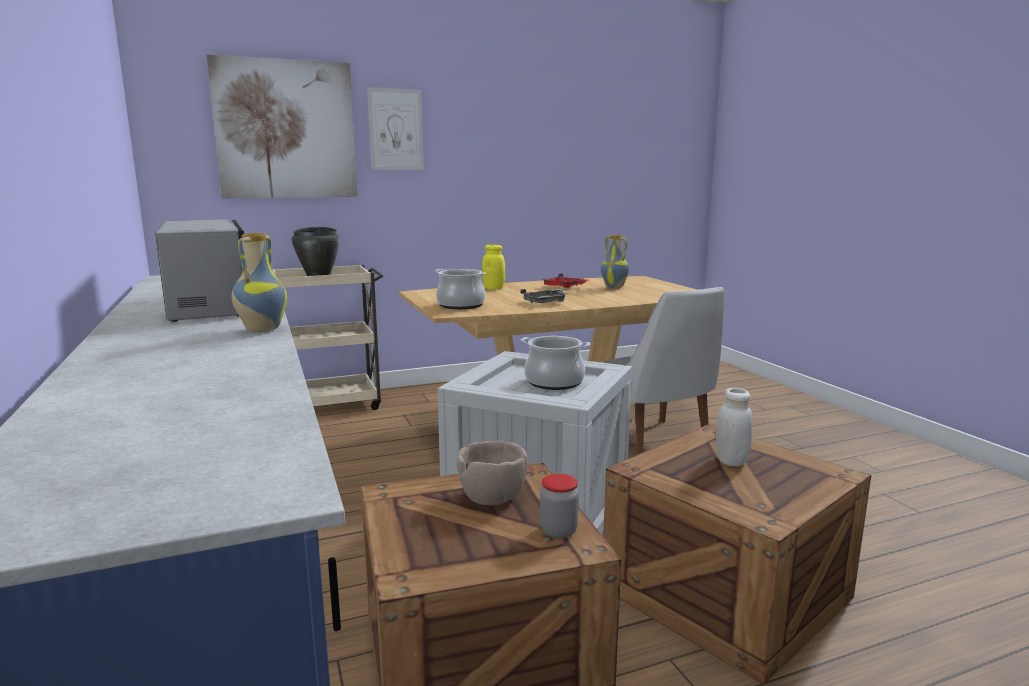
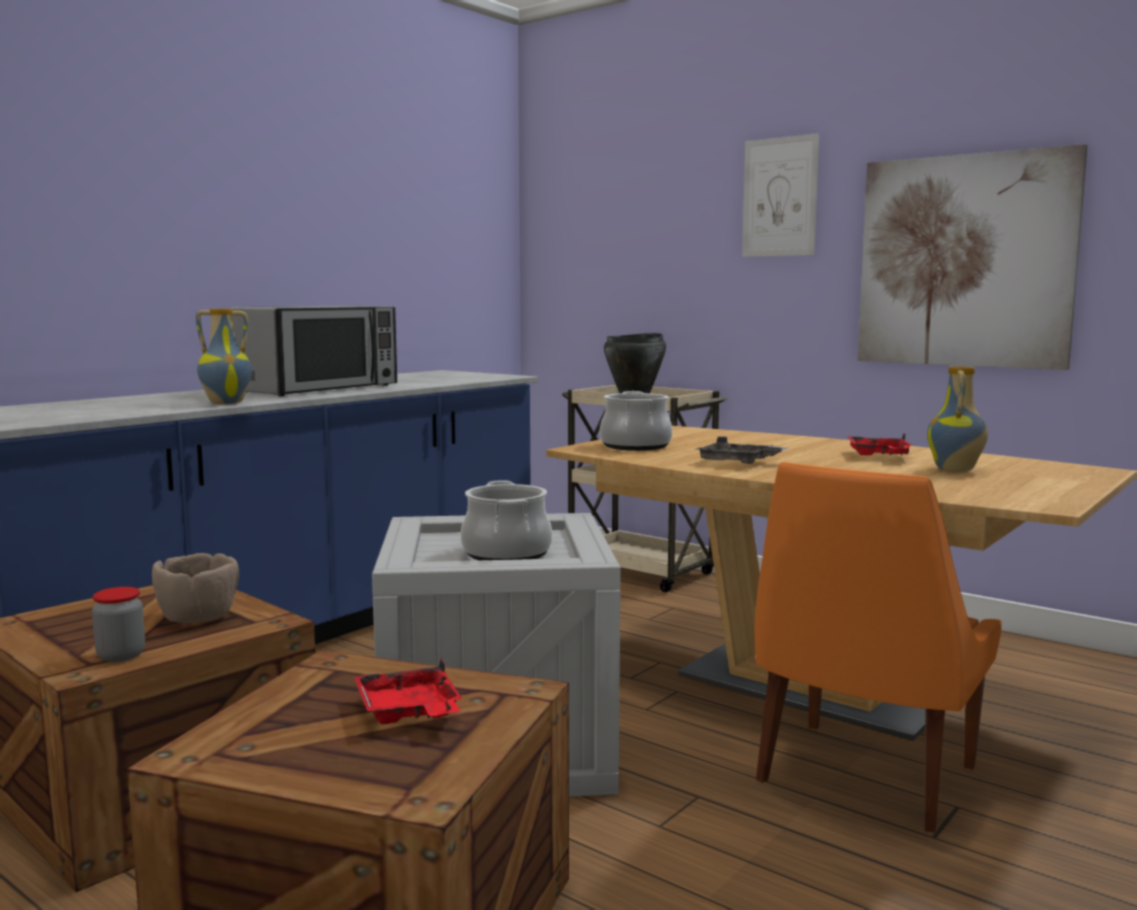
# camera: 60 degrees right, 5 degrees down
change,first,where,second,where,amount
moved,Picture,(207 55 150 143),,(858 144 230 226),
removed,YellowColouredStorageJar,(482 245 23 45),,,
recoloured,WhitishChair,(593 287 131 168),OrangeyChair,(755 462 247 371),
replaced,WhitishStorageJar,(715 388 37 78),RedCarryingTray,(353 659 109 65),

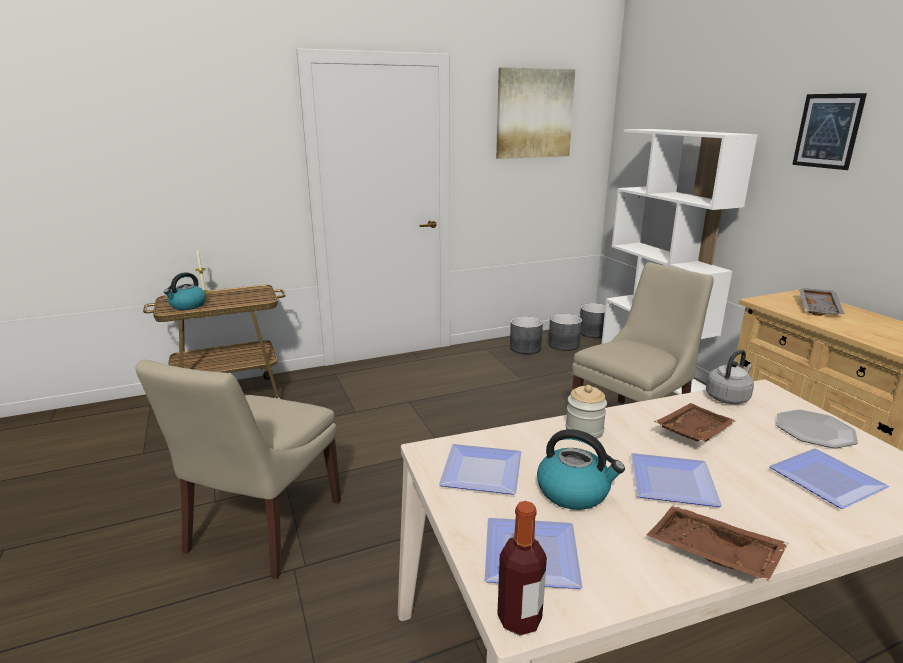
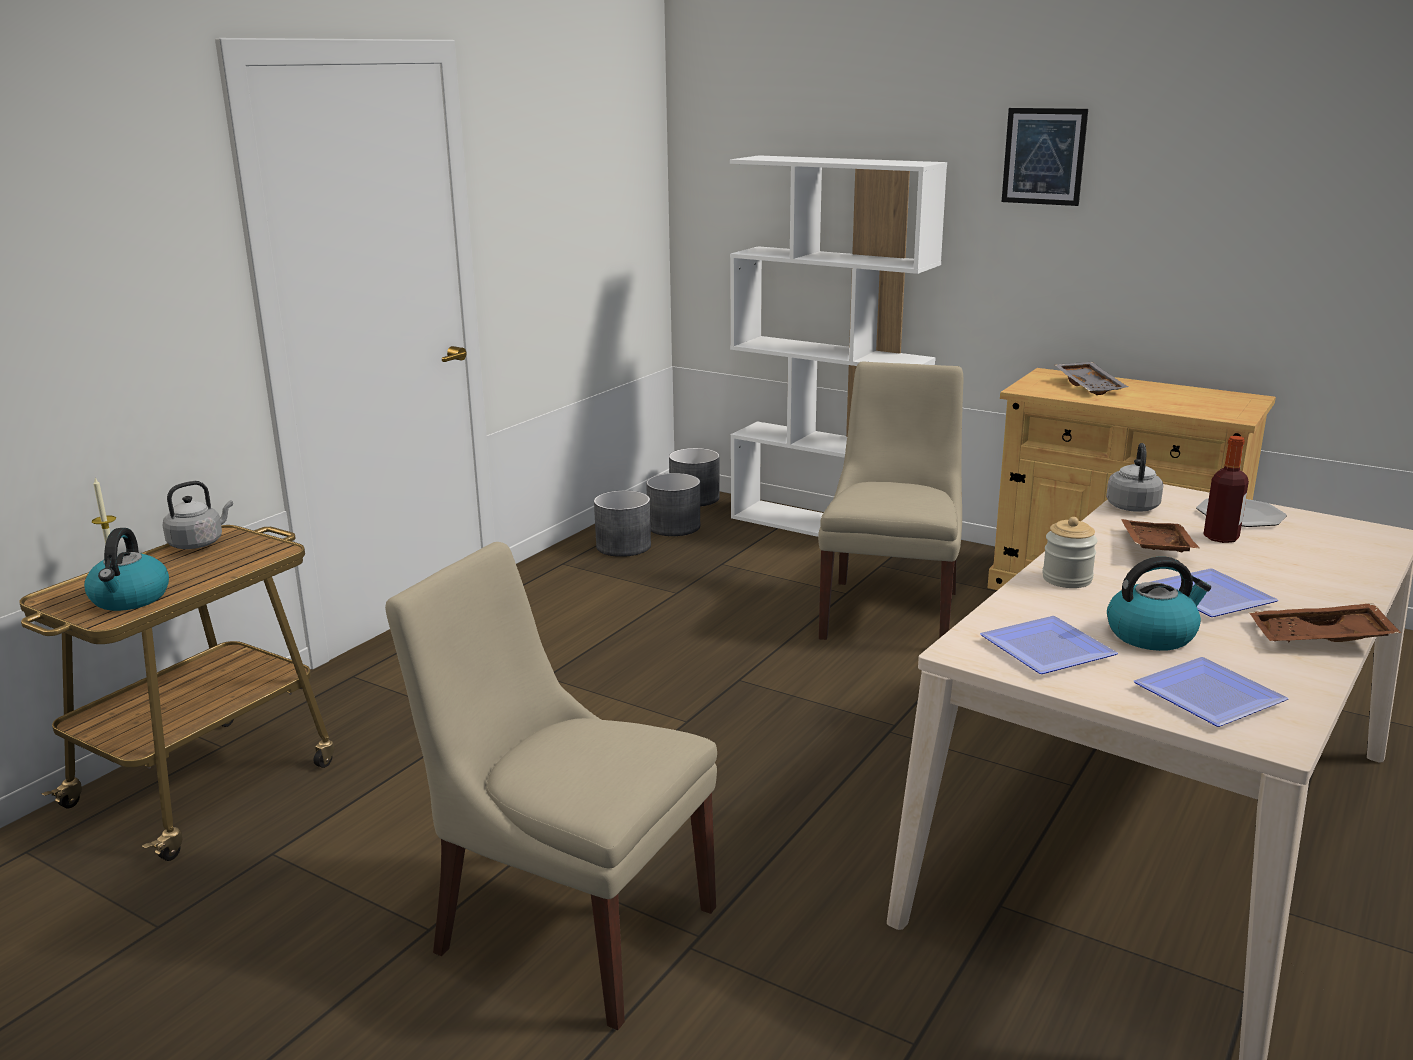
# camera: 35 degrees left, 0 degrees up
change,first,where,second,where,amount
removed,Picture,(496 67 79 92),,,
turned,SandColouredChair,(135 360 206 219),,(385 542 332 488),135 degrees clockwise
removed,Plate,(769 448 120 61),,,
moved,BeverageBottle,(497 501 50 134),,(1203 436 46 107),
added,,,GreyishTeaKettle,(163 481 70 68),

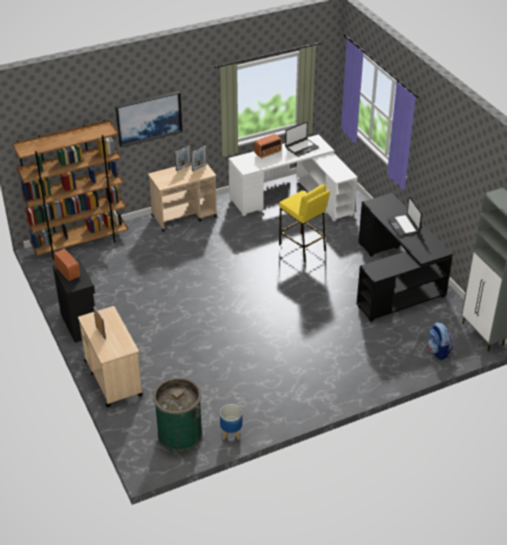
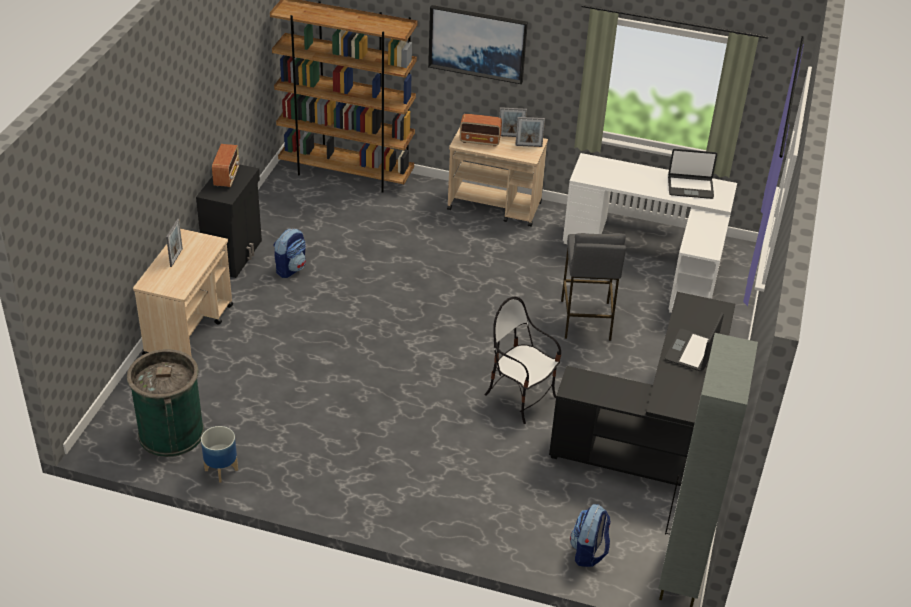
# camera: 40 degrees right, 0 degrees up
change,first,where,second,where,amount
moved,RadioReceiver,(255 134 27 24),,(460 114 42 32),
recoloured,YellowColouredStool,(279 184 51 79),GreyishStool,(561 233 65 108),
added,,,Rucksack,(273 229 33 49),
added,,,Chair,(484 297 77 127),

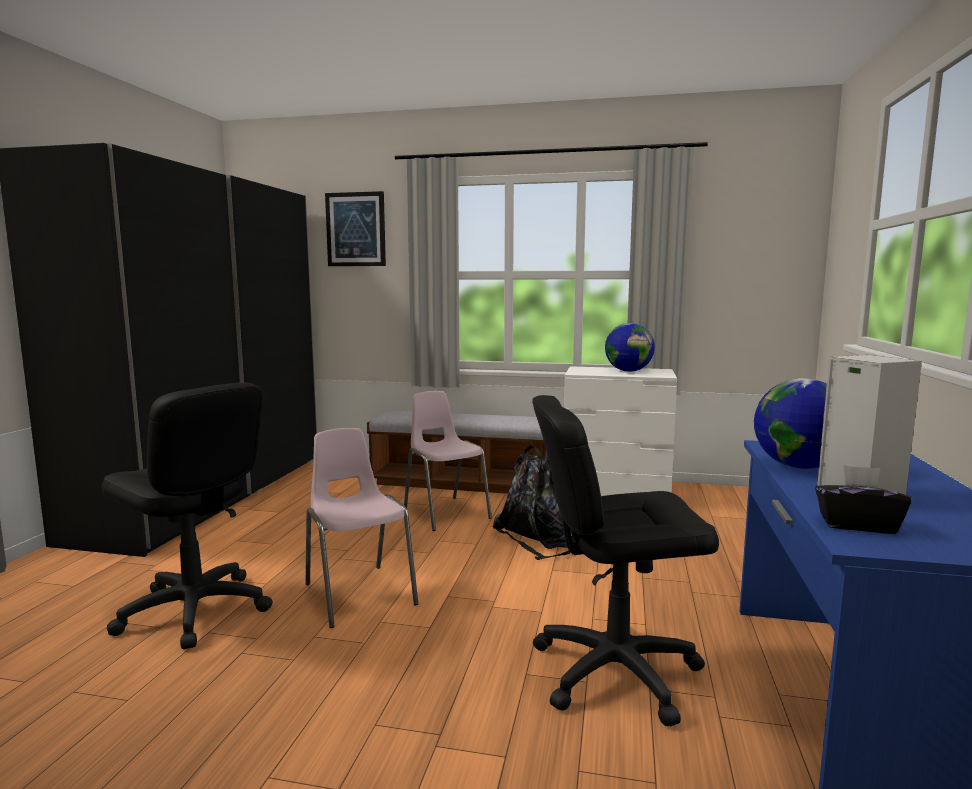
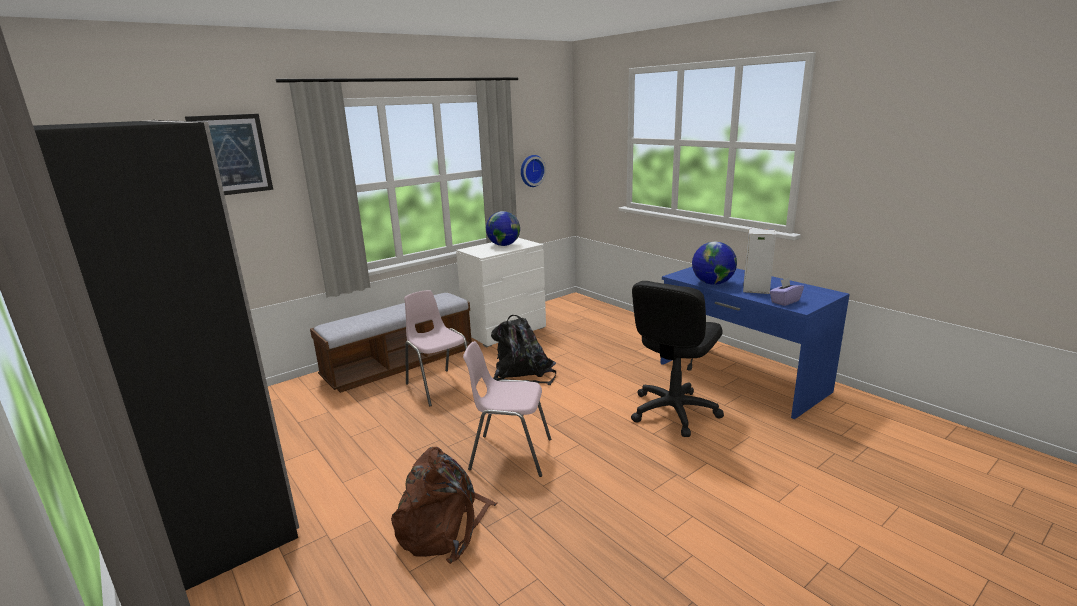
# camera: 50 degrees left, 10 degrees up
change,first,where,second,where,amount
replaced,BlackishComputerChair,(102 382 171 267),BrownRucksack,(391 447 107 117),
turned,PinkishChair,(404 391 88 140),,(404 290 64 117),45 degrees clockwise
recoloured,BlackishBoxOfTissues,(815 465 97 69),PurpleBoxOfTissues,(769 278 35 28),
added,,,ClockOnTheWall,(521 155 25 32),

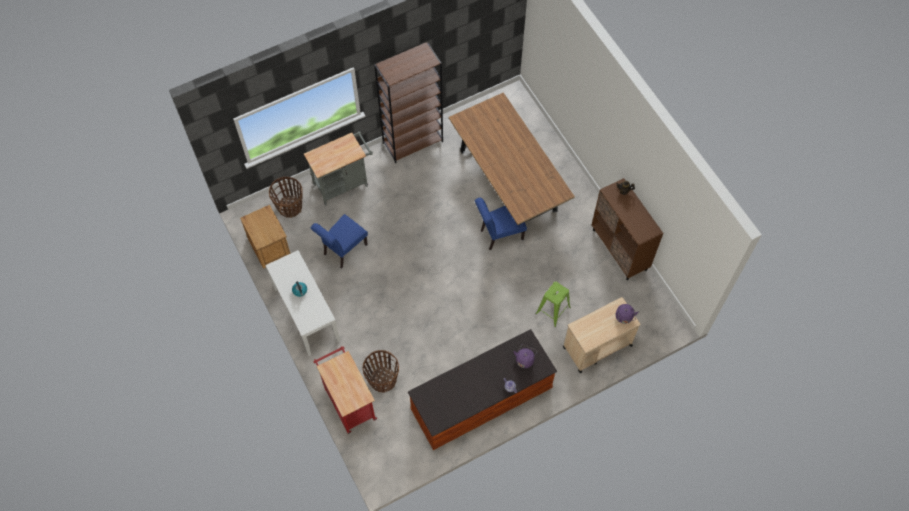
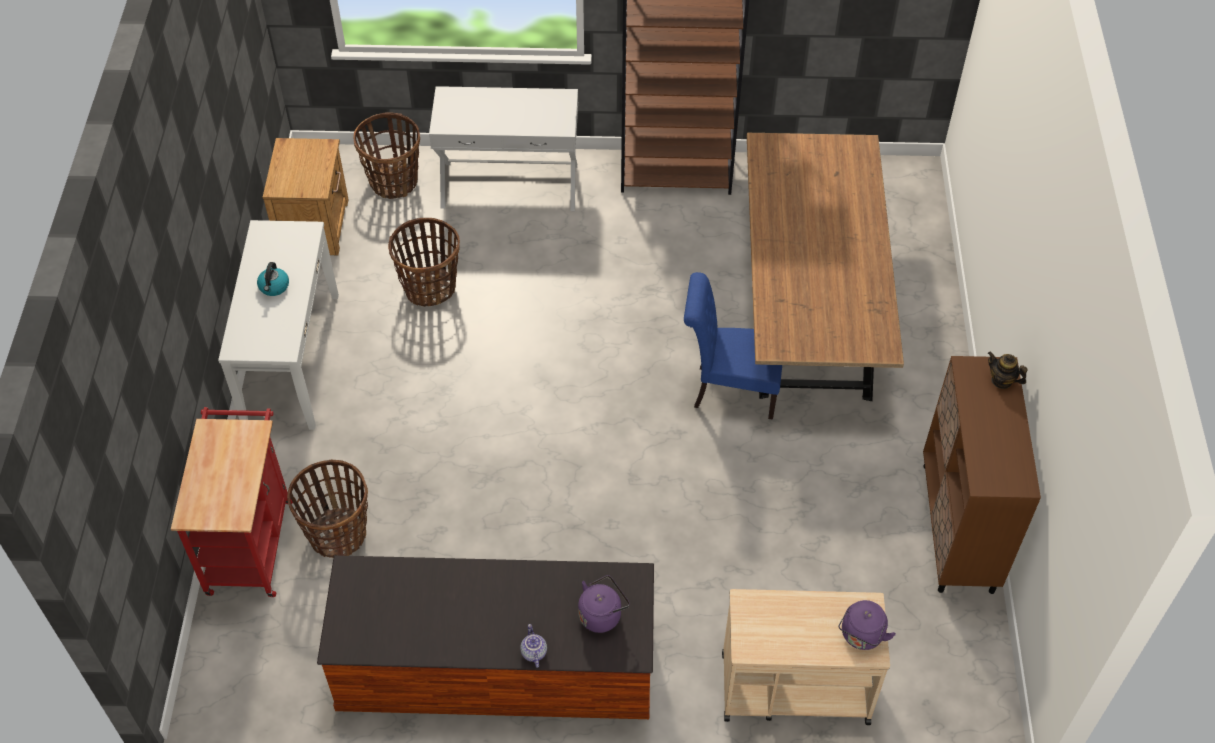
# camera: 30 degrees right, 10 degrees down
change,first,where,second,where,amount
replaced,GreyishTrolley,(304 131 69 75),WhitishHallTable,(429 86 149 125),
replaced,BlueChair,(311 214 57 55),HouseholdBasket,(388 218 72 89),
removed,GreenStool,(535 282 36 45),,,

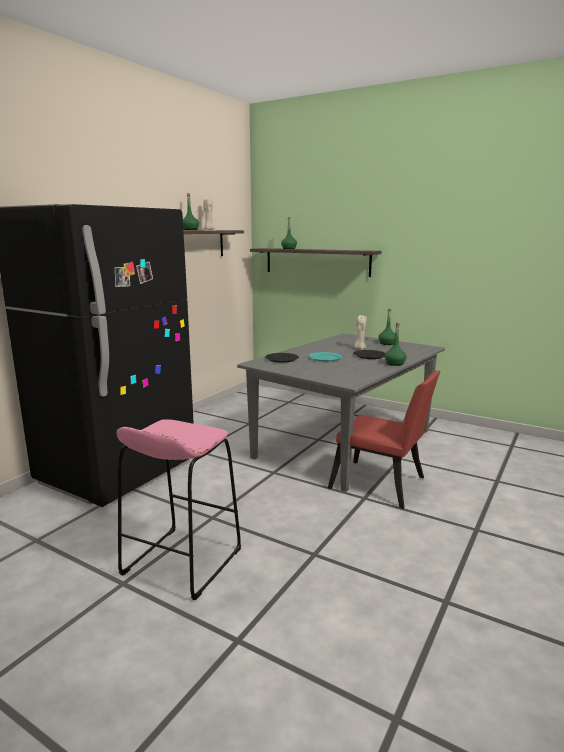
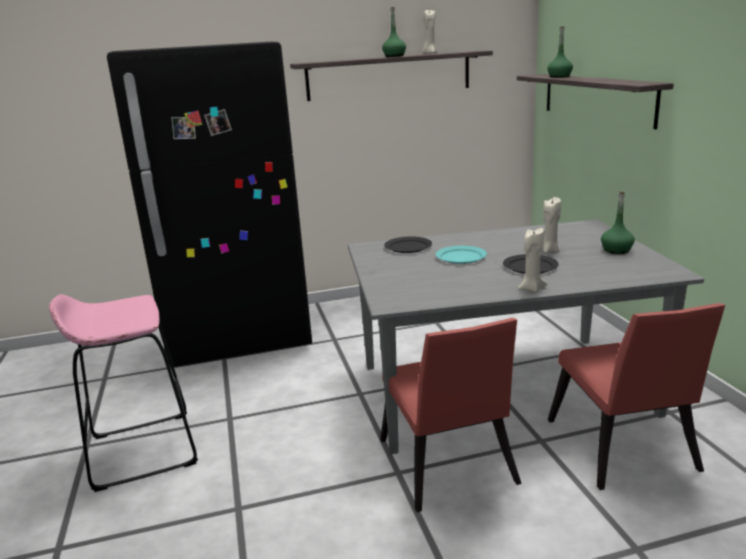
# camera: 45 degrees right, 5 degrees up
change,first,where,second,where,amount
replaced,GreenBeverageBottle,(385 323 22 43),SandColouredCandle,(518 228 29 64),
added,,,RedChair,(548 303 177 187),

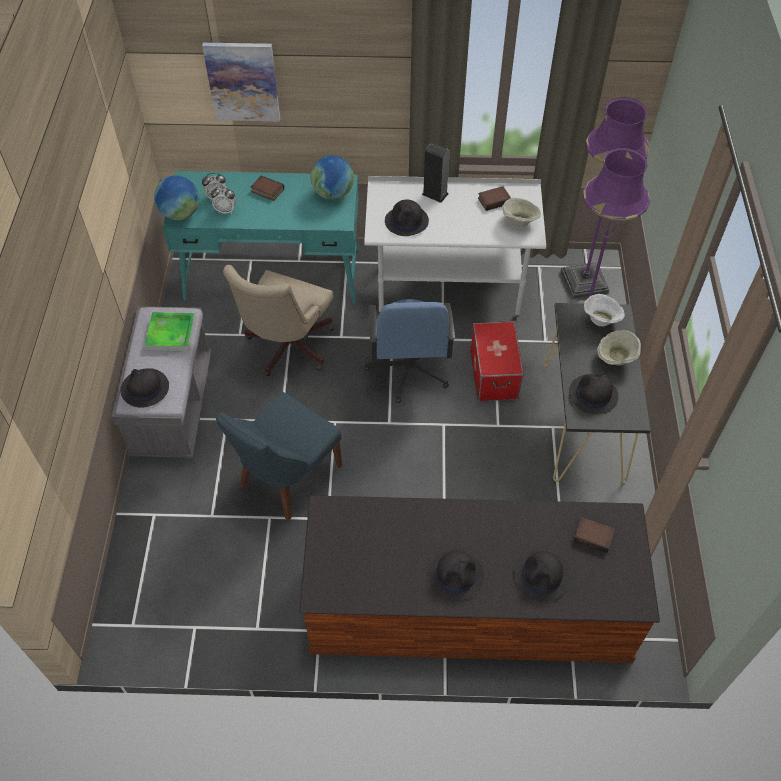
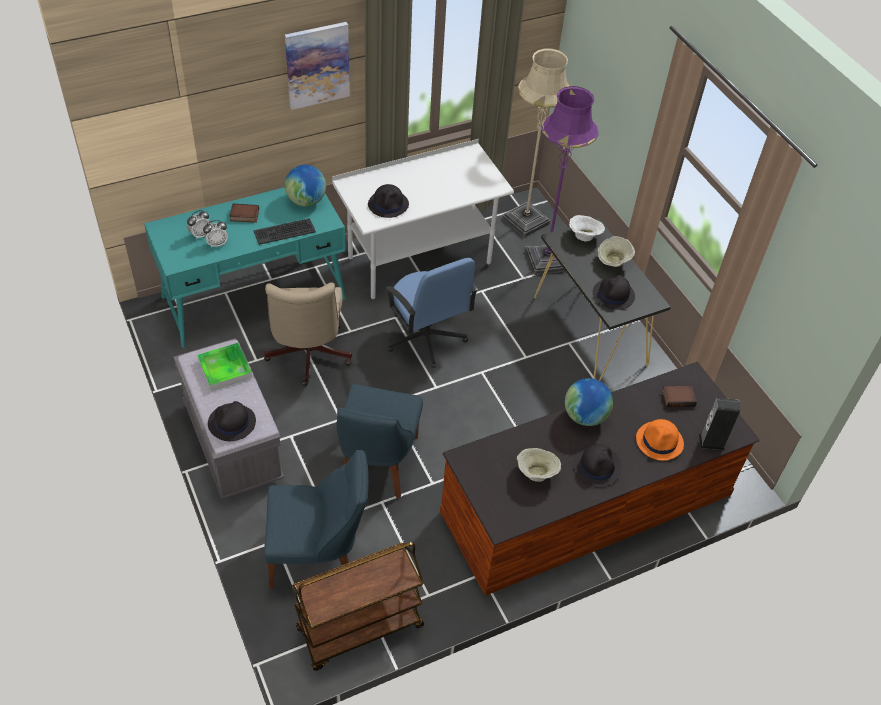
# camera: 30 degrees left, 5 degrees down
change,first,where,second,where,amount
moved,Picture,(202 43 78 78),,(285 22 65 88),
recoloured,PurpleFloorLamp,(561 98 89 201),SandColouredFloorLamp,(502 48 69 190),
moved,Loudspeaker,(422 143 28 60),,(699 398 41 52),
moved,WorldGlobe,(154 175 45 45),,(565 378 48 48),
removed,Volume,(478 186 33 25),,,
moved,SandColouredBowl,(502 198 39 29),,(517 448 44 34),
removed,StorageBox,(471 321 53 80),,,
recoloured,BlackishHat,(514 550 56 51),OrangeyHat,(636 419 48 42),
added,,,PcKeyboard,(254 218 62 27),
added,,,BlueChair,(264 449 105 140),
added,,,BrownTrolley,(292 542 132 129),

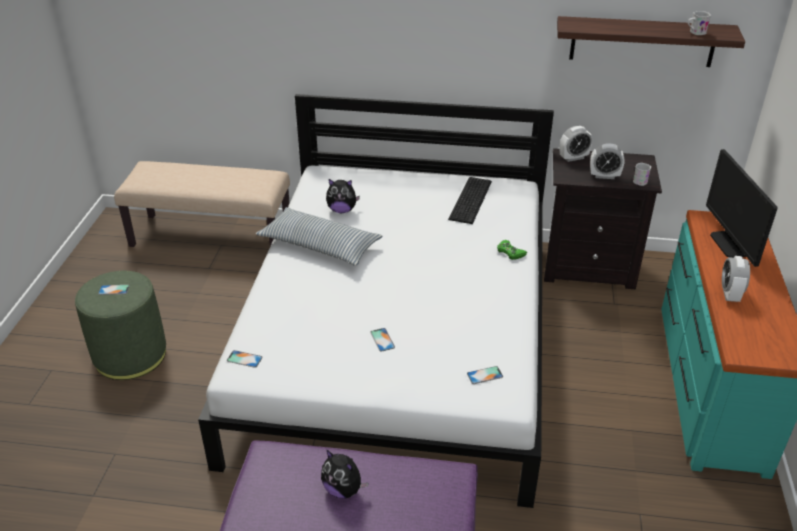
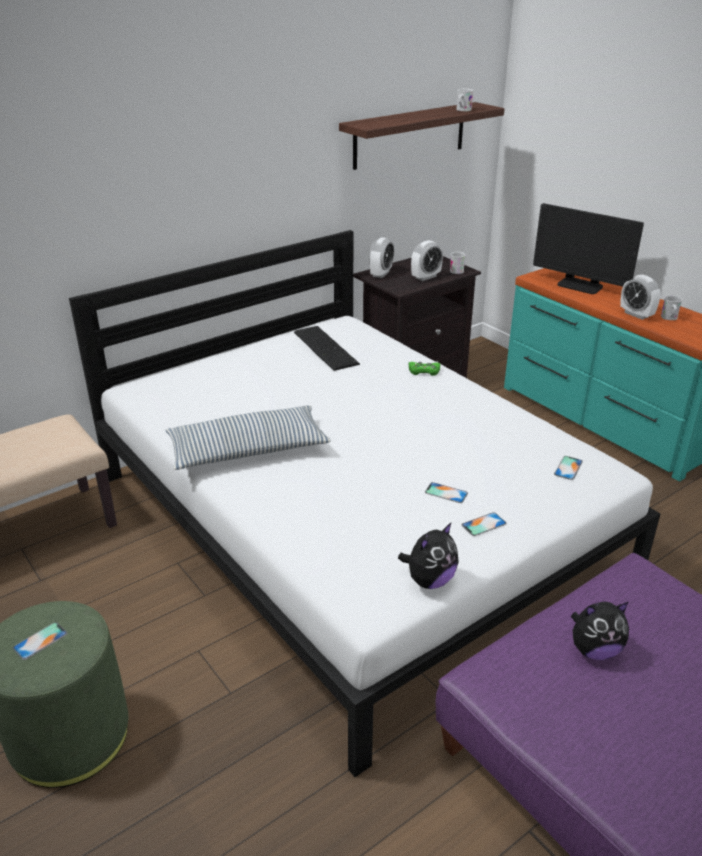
# camera: 45 degrees left, 5 degrees down
change,first,where,second,where,amount
moved,SoftToy,(326 179 34 34),,(398 522 61 67),
moved,Phone,(227 350 36 18),,(462 512 45 24),
added,,,WhitishTeaMug,(661 295 21 25),

